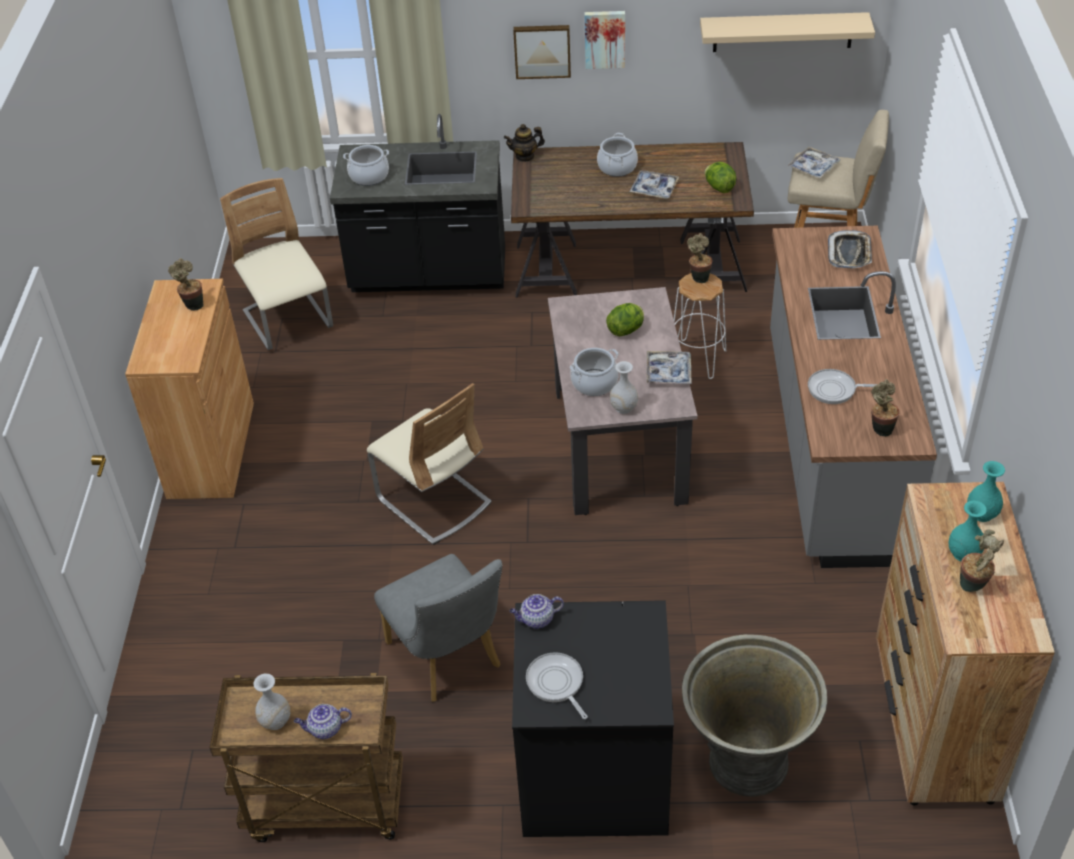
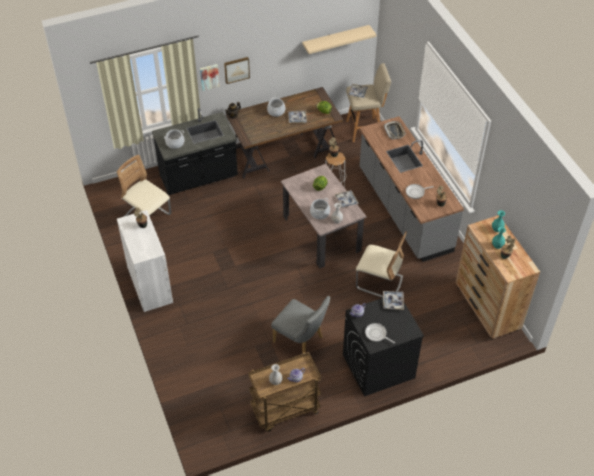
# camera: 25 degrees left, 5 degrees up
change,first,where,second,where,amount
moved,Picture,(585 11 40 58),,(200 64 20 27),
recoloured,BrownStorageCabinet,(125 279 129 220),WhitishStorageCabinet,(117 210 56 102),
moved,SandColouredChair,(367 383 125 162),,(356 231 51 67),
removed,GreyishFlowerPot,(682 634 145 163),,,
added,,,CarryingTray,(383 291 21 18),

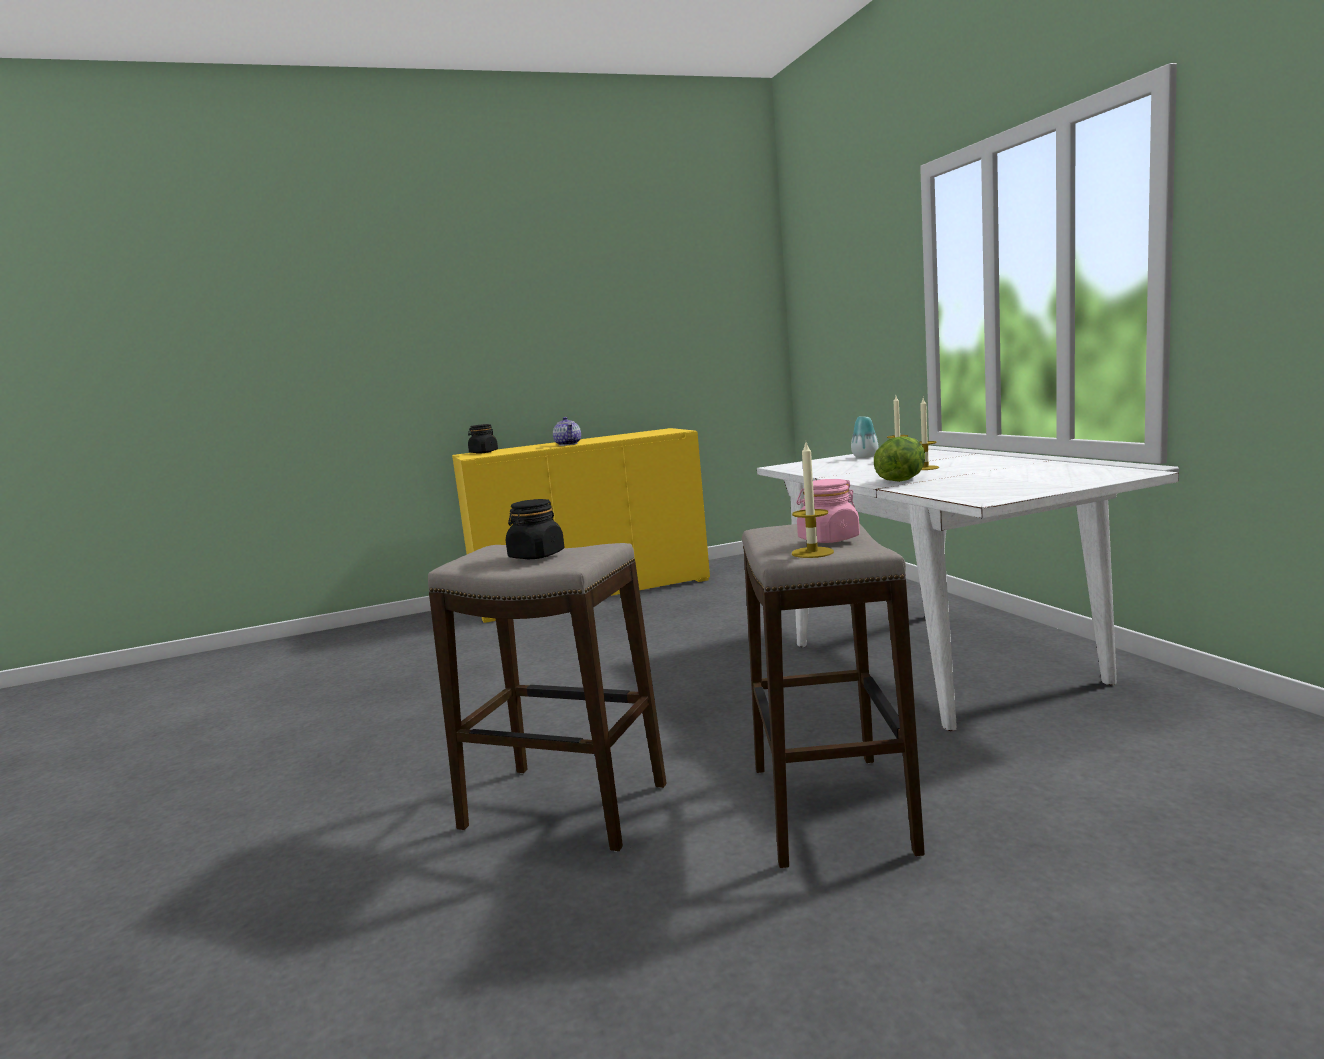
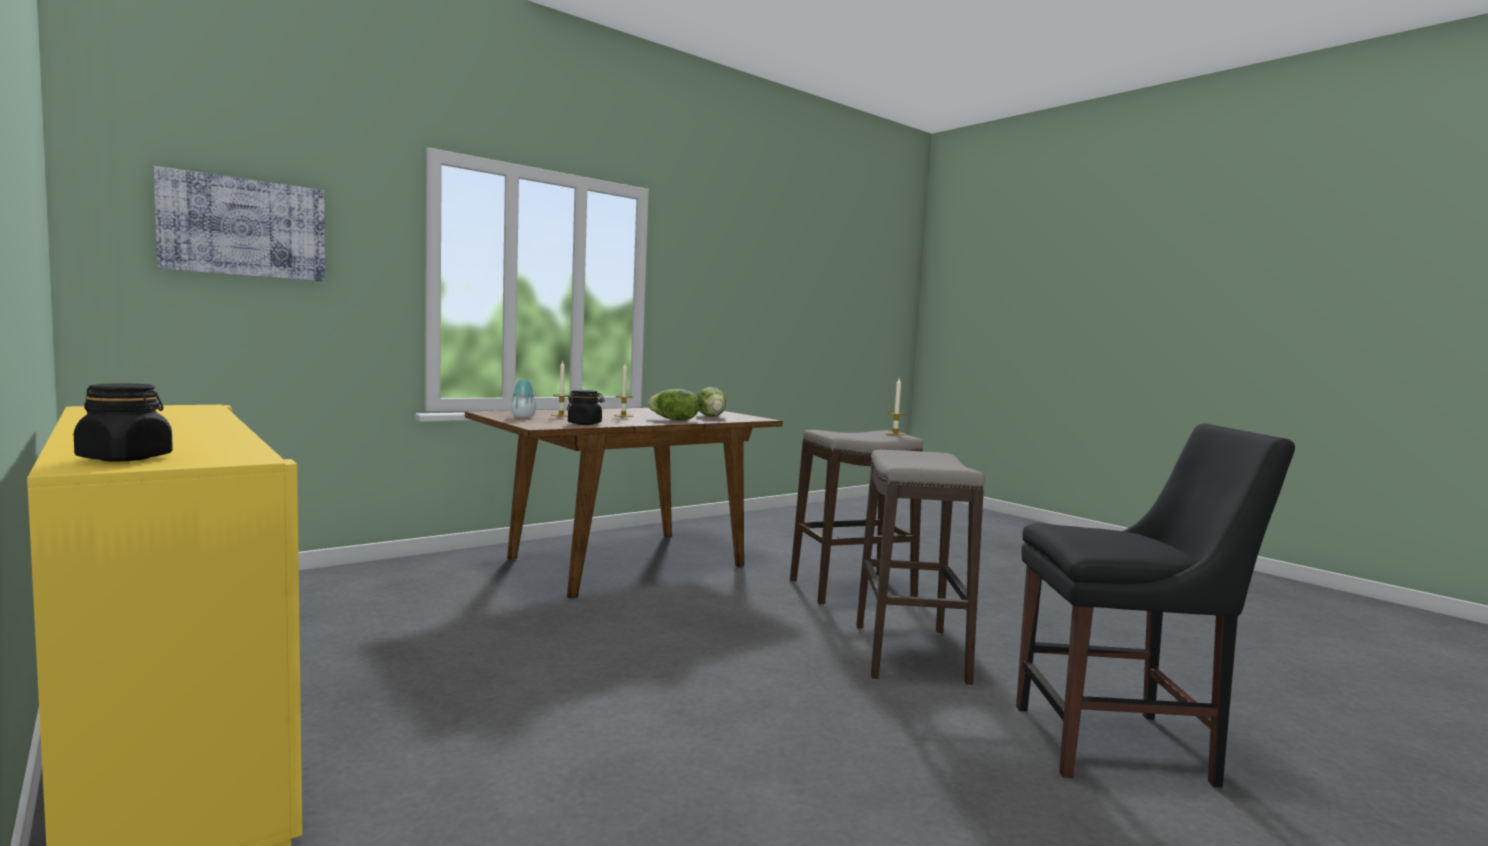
# camera: 110 degrees left, 5 degrees down
change,first,where,second,where,amount
removed,Teapot,(553 417 28 29),,,
recoloured,WhitishDinnerTable,(757 449 422 282),BrownDinnerTable,(465 408 317 190),
removed,PinkishStorageJar,(797 479 63 64),,,
moved,BlackishStorageJar,(506 499 58 60),,(567 390 38 35),
added,,,Picture,(154 166 171 116),
added,,,LettuceHead,(697 387 29 30),
added,,,BlackishChair,(1016 423 279 365),

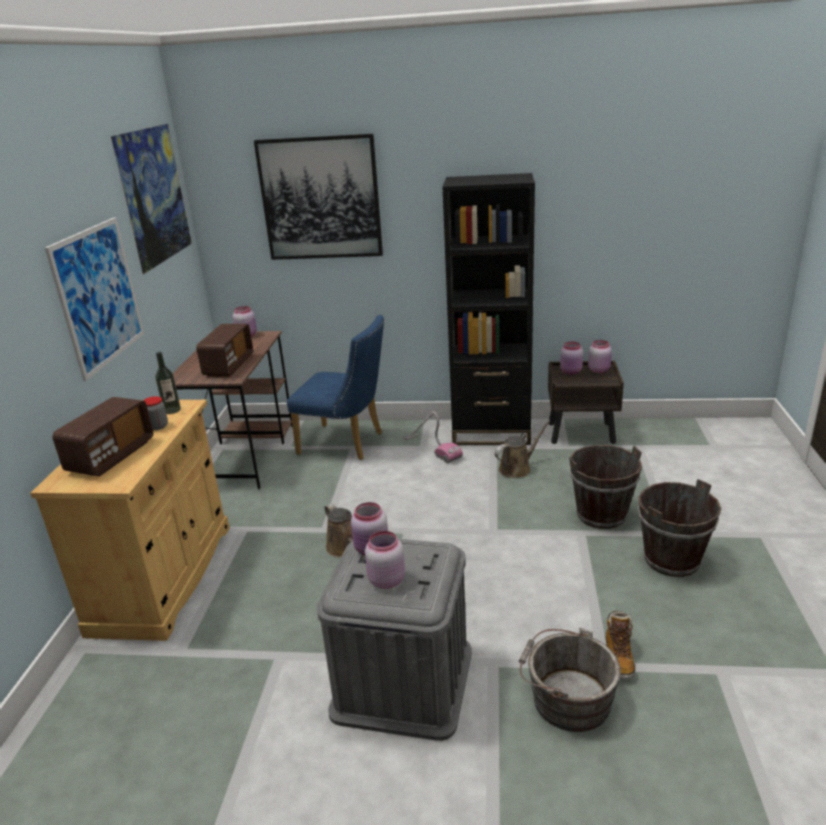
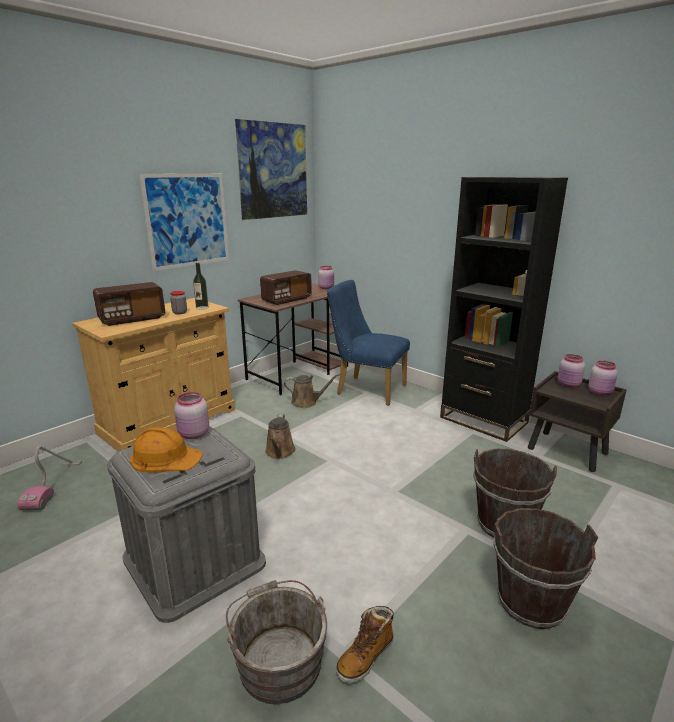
# camera: 35 degrees right, 5 degrees down
change,first,where,second,where,amount
removed,Picture,(254 134 129 126),,,
turned,BlueChair,(287 315 97 145),,(327 280 83 126),150 degrees clockwise
moved,Hoover,(403 412 60 51),,(17 446 65 64),
moved,BrownSprinklingCan,(495 420 56 58),,(284 374 56 34),
replaced,PinkishStorageJar,(365 531 40 58),OrangeyWorkHelmet,(130 427 73 46),

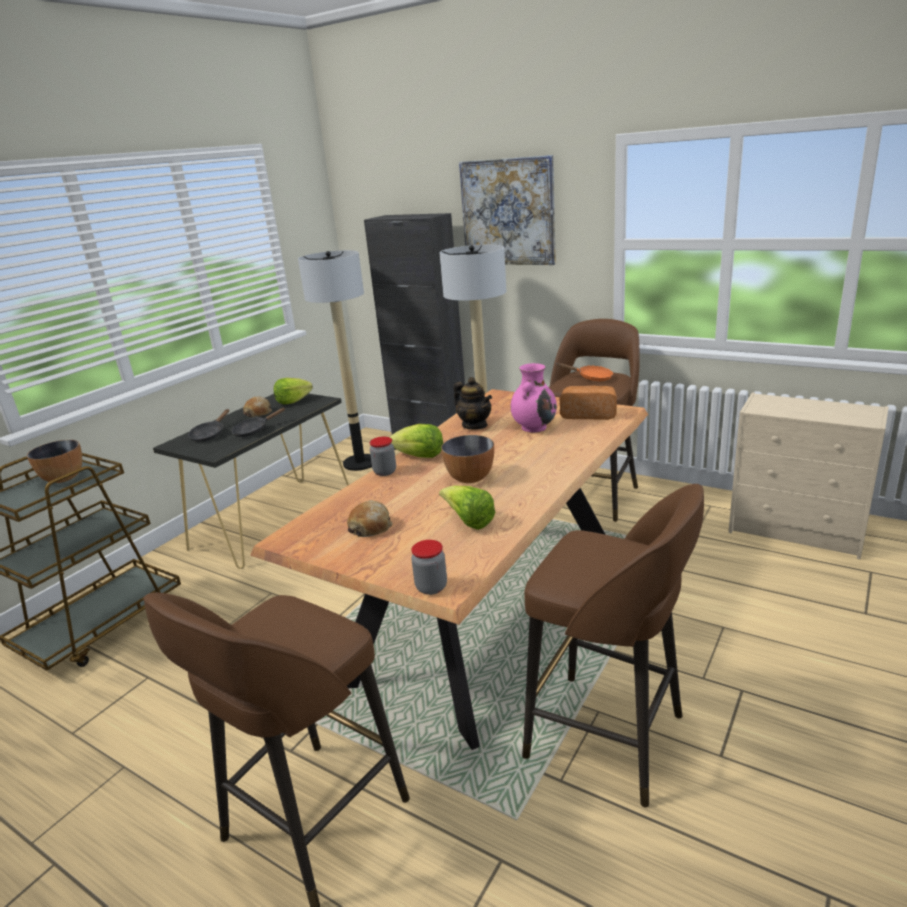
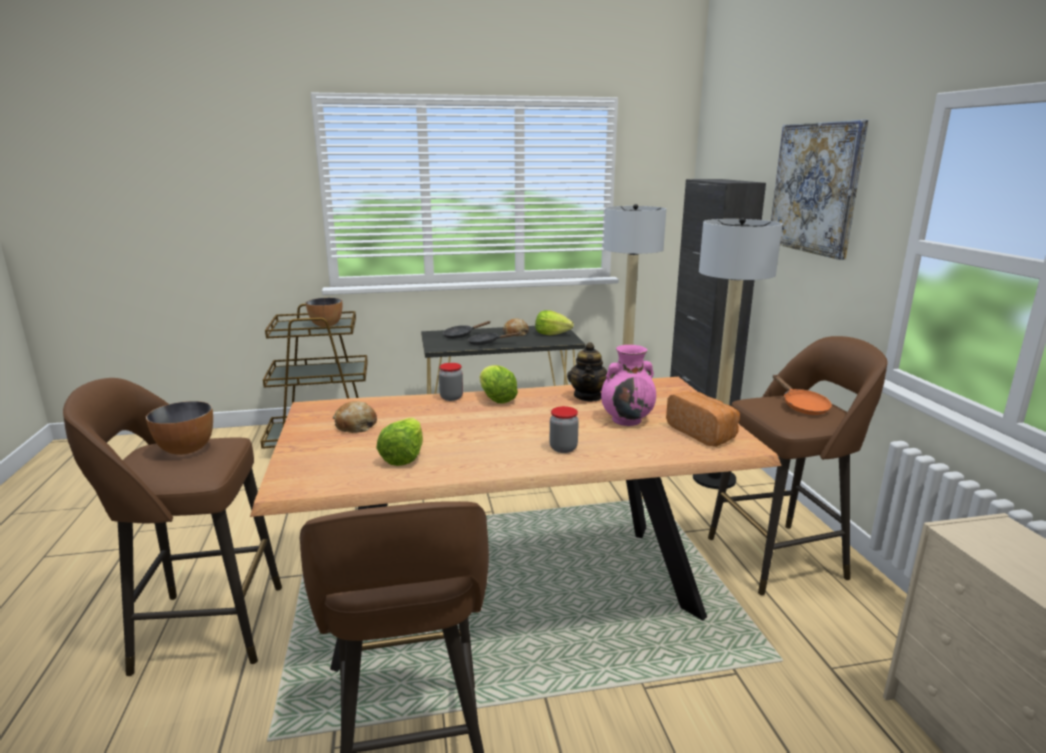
# camera: 45 degrees right, 5 degrees down
change,first,where,second,where,amount
moved,Bowl,(441 435 53 48),,(146 401 67 54),
moved,StorageJar,(411 540 36 55),,(550 406 29 47),

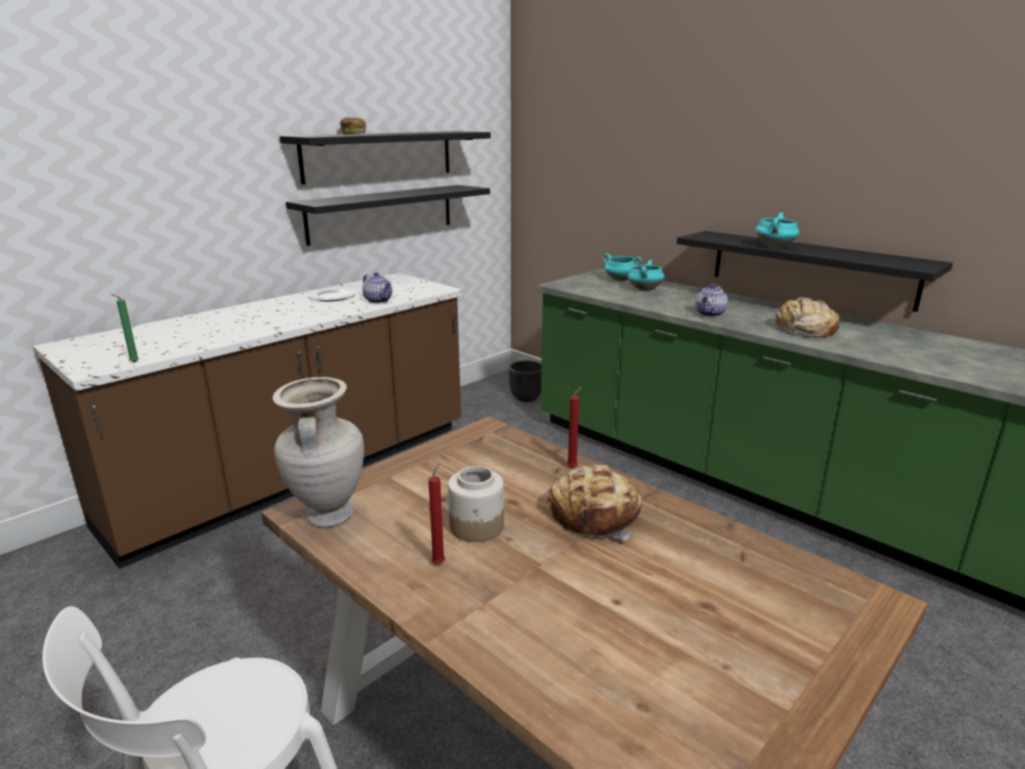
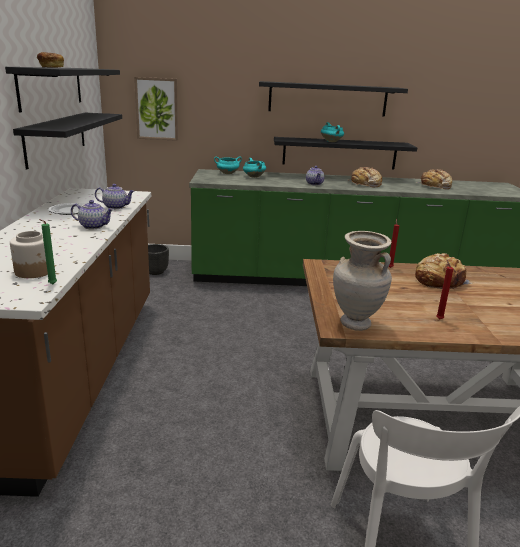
# camera: 45 degrees left, 0 degrees up
change,first,where,second,where,amount
moved,StorageJar,(448 466 56 76),,(10 231 38 47),
added,,,Picture,(134 77 44 64),
added,,,BlackishWallShelf,(259 81 149 36),
added,,,BakedBread,(417 169 35 20),
added,,,Teapot,(71 200 43 29),

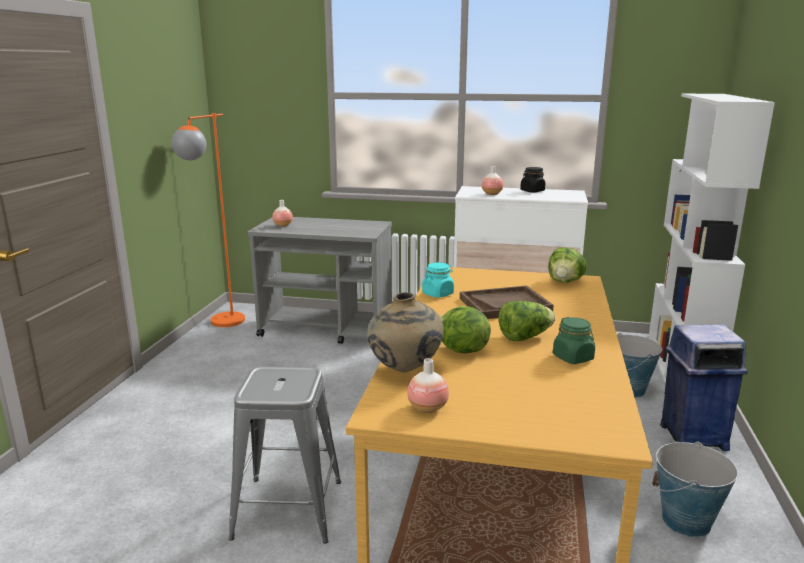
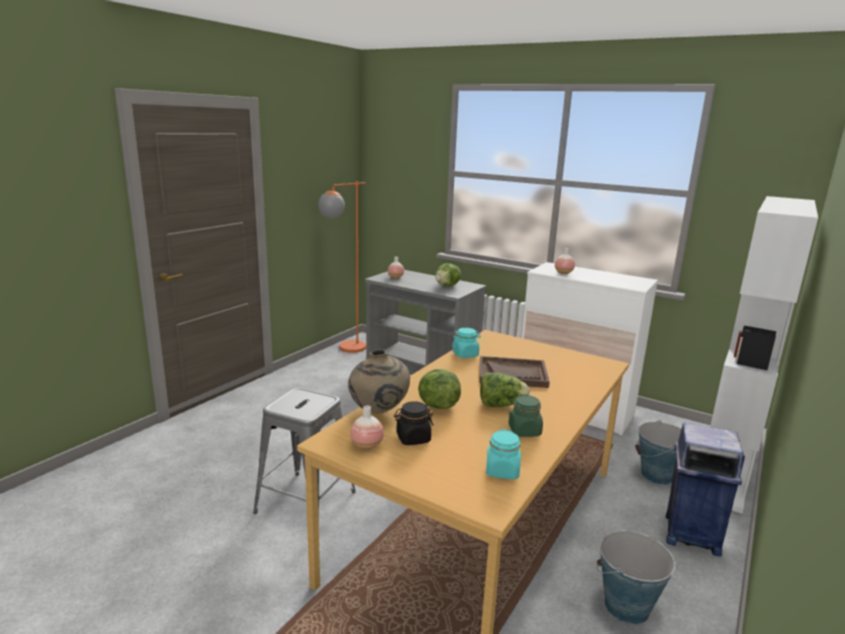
# camera: 20 degrees right, 0 degrees up
change,first,where,second,where,amount
moved,BlackishStorageJar,(520 167 25 25),,(394 401 39 44),
moved,LettuceHead,(548 247 39 36),,(435 263 26 23),
added,,,TurquoiseColouredStorageJar,(486 429 35 50),

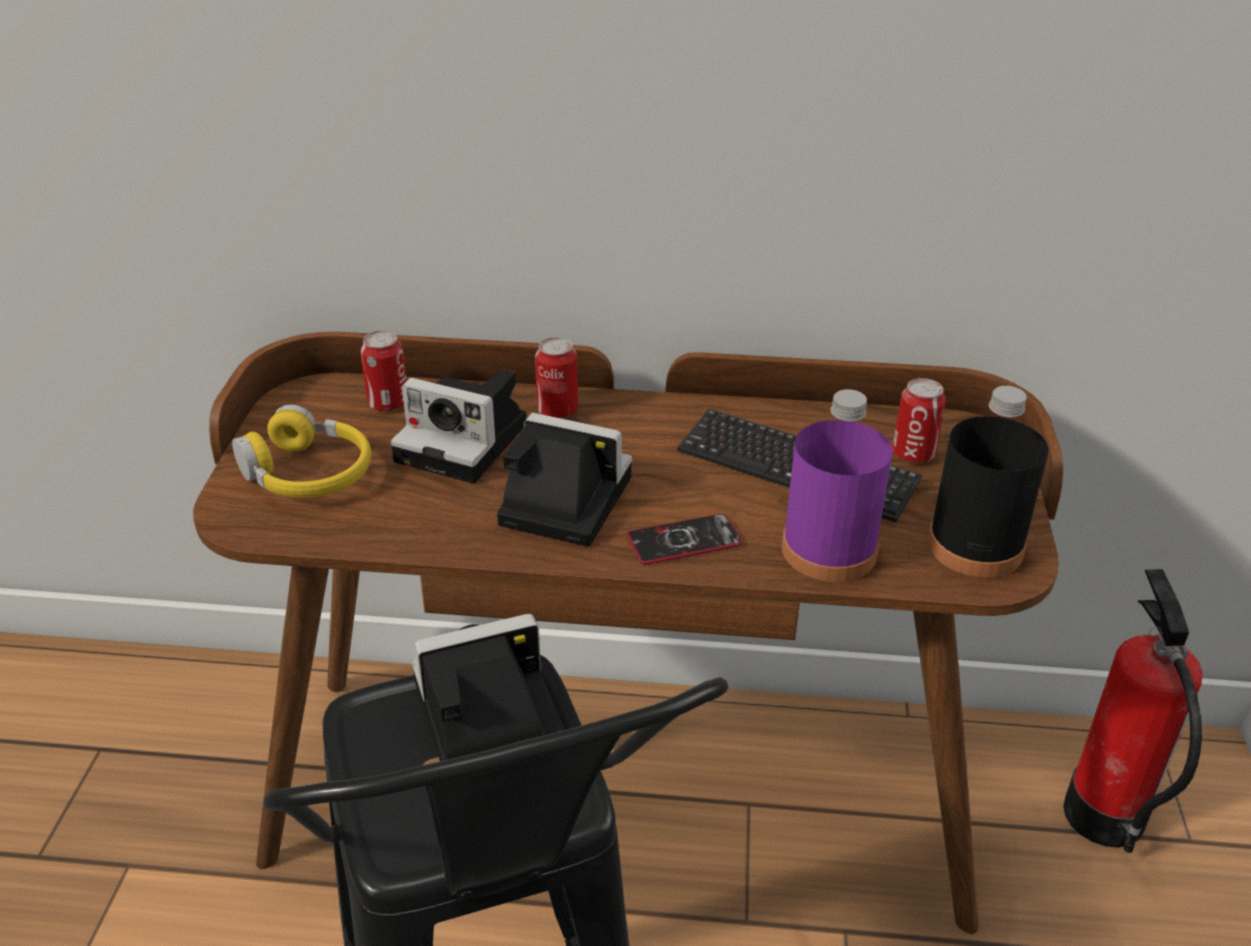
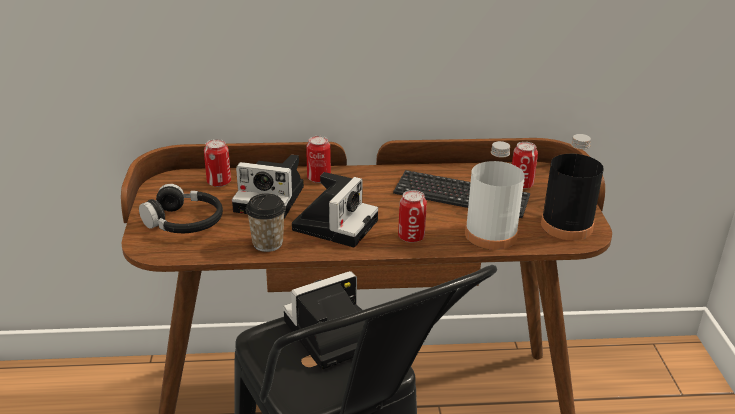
# camera: 10 degrees left, 5 degrees down
change,first,where,second,where,amount
recoloured,PurpleBeverageBottle,(782 389 111 193),WhitishBeverageBottle,(465 141 60 109),
recoloured,YellowColouredPairOfHeadphones,(232 405 139 93),BlackishPairOfHeadphones,(139 184 84 49),
turned,PhotoCamera,(497 413 135 134),,(292 172 86 75),105 degrees clockwise
replaced,Phone,(627 514 116 51),SealedCan,(398 190 29 53),
removed,FireFightingCylinder,(1063 569 140 284),,,
added,,,DrinkingCup,(246 193 40 59),

